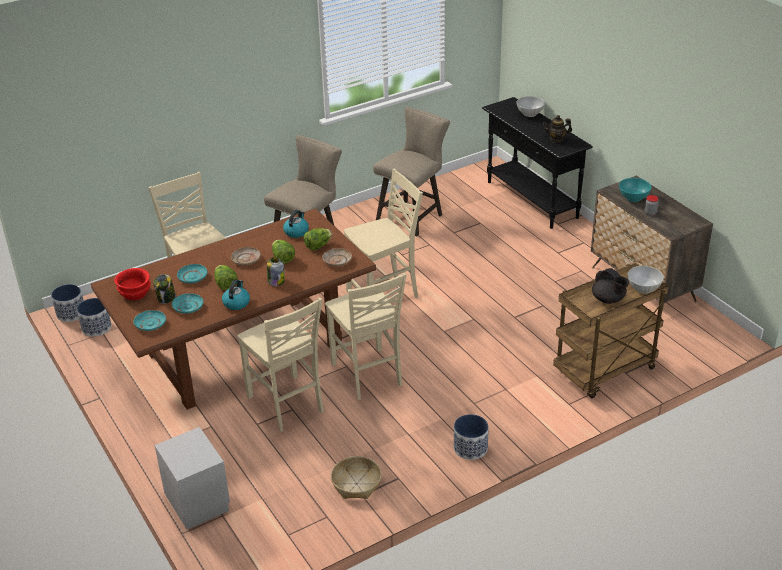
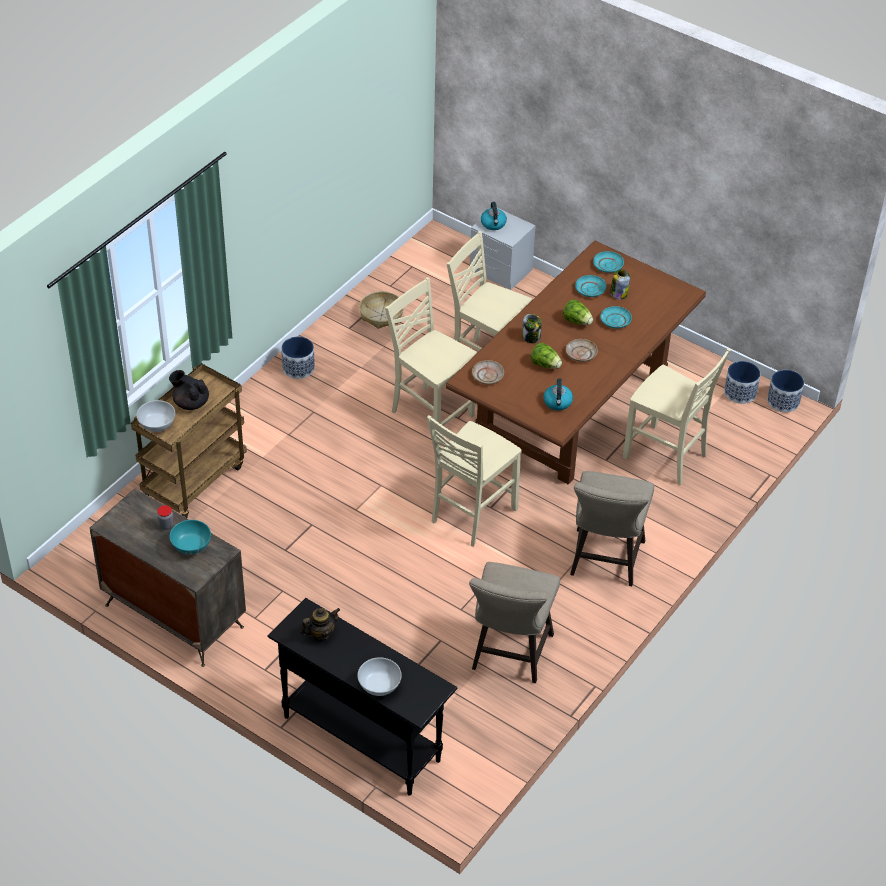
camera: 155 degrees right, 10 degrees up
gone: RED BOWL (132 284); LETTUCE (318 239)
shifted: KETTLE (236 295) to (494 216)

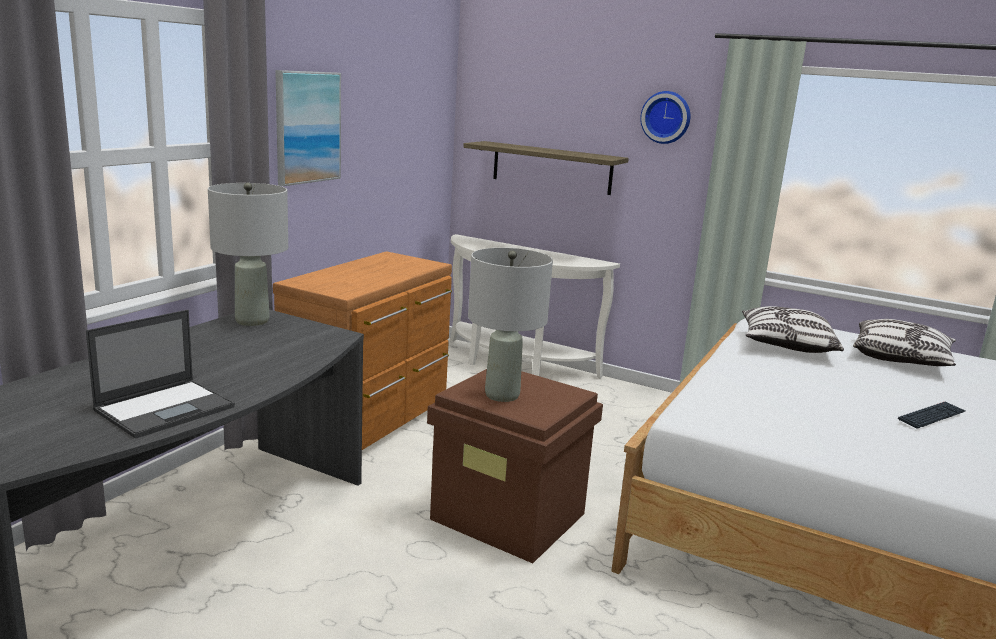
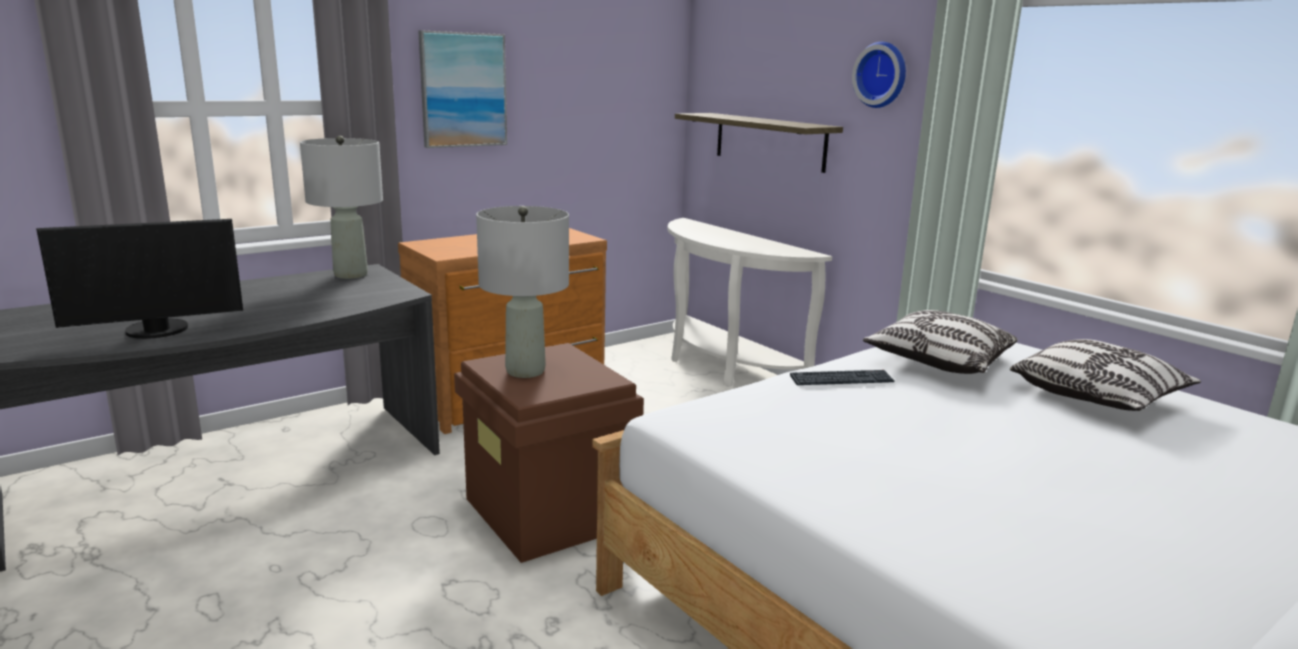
camera: 25 degrees right, 0 degrees up
shifted: COMPUTER KEYBOARD (931 415) to (842 377)
swapped: NOTEBOOK COMPUTER (160 374) to COMPUTER SCREEN (139 279)

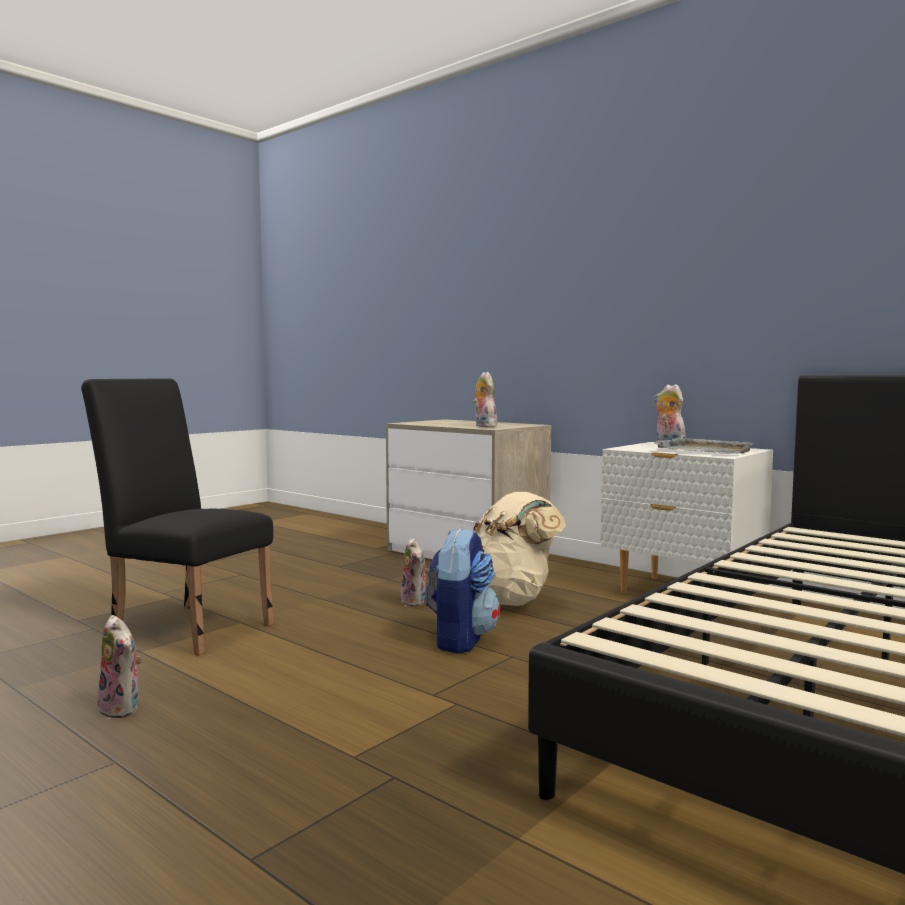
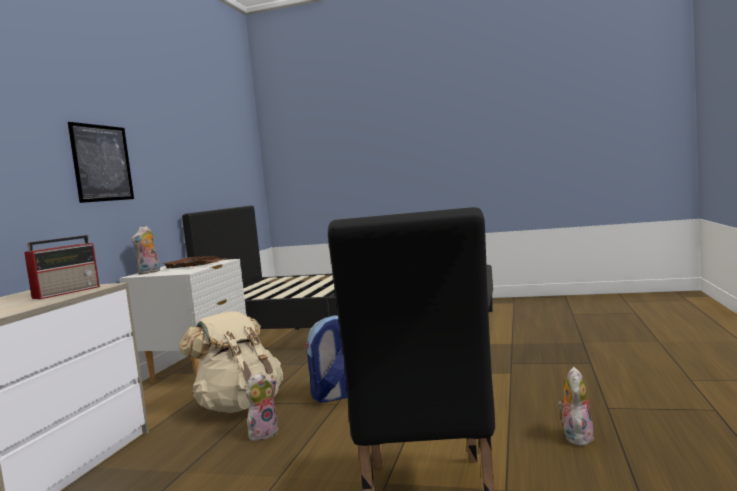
camera: 115 degrees left, 0 degrees up
new: PICTURE (101 162)
swapped: CUDDLY TOY (485 399) to RADIO SET (62 267)
repainted: GRAY SERVING TRAY (704 445) to BROWN-COLOURED SERVING TRAY (195 262)

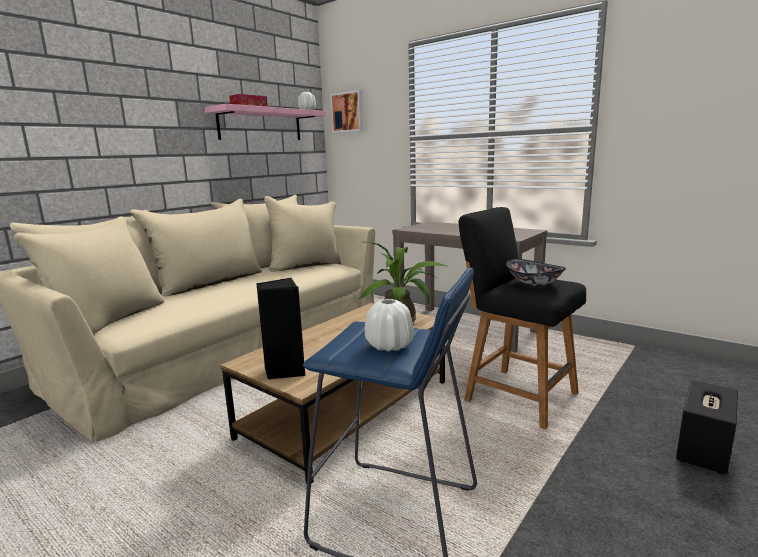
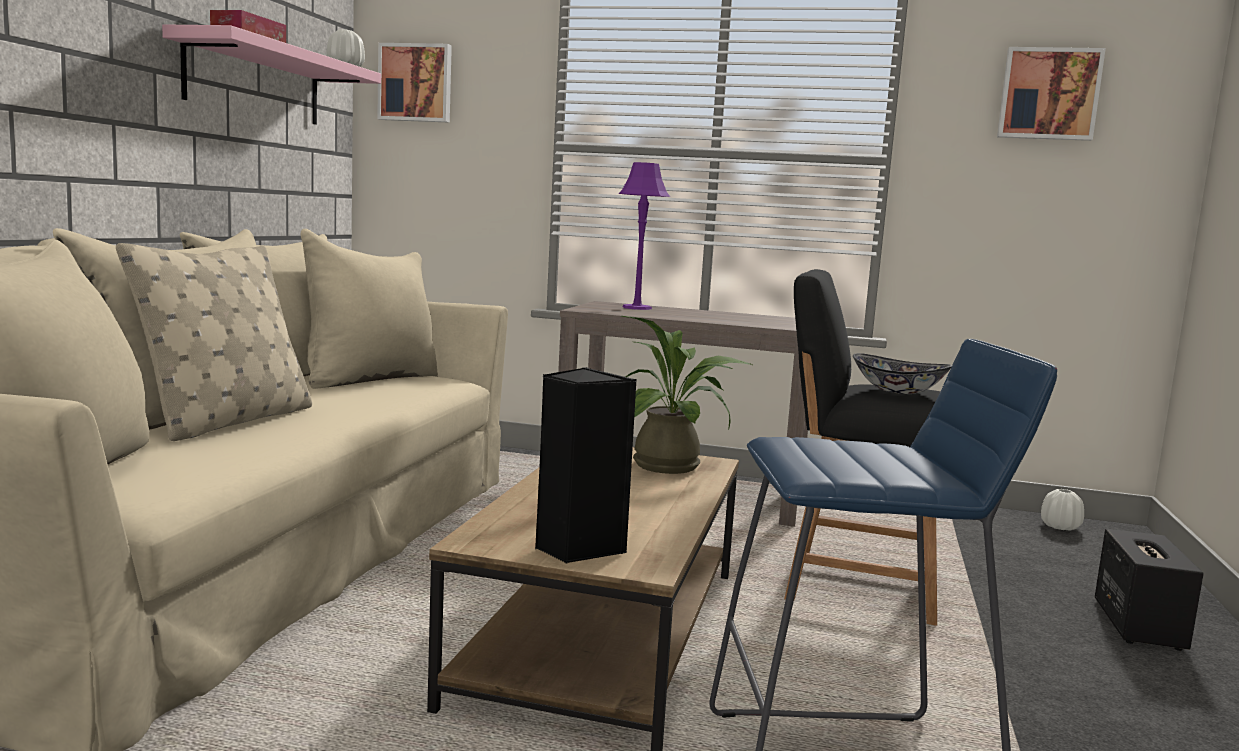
camera: 25 degrees left, 5 degrees down
new: BEIGE-COLOURED PILLOW (214 342); PURPLE-COLOURED TABLETOP LAMP (644 236); PICTURE (1051 94)
shifted: WHITE FLOWER VASE (389 325) to (1062 510)

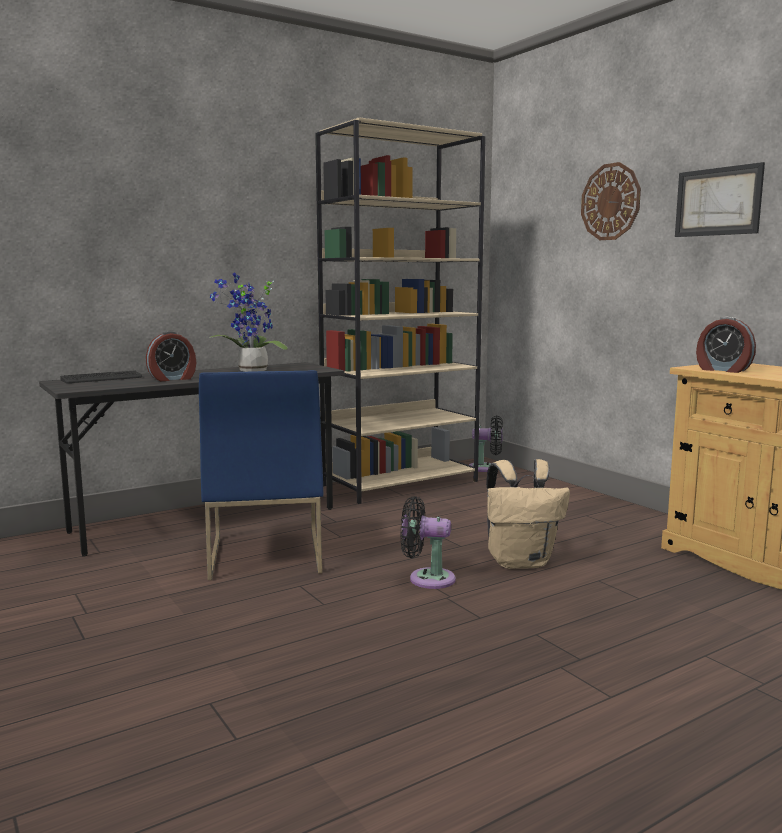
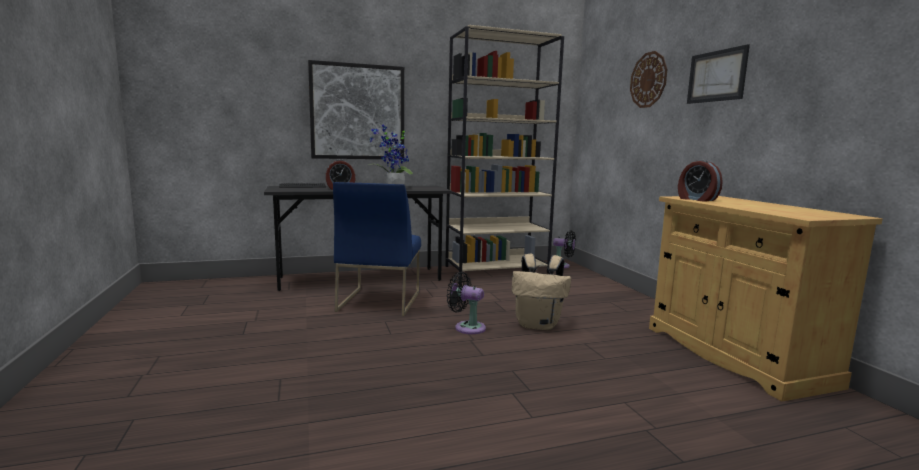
camera: 15 degrees right, 0 degrees up
new: PICTURE (356 110)

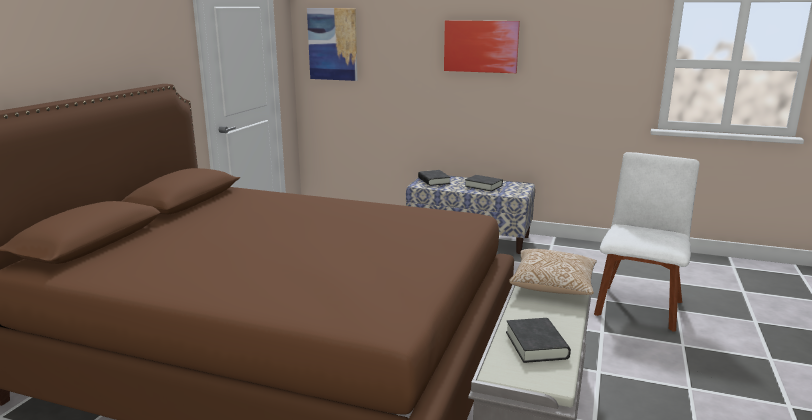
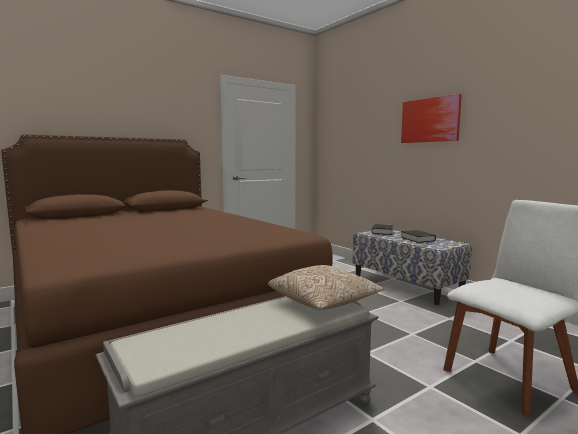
camera: 35 degrees right, 10 degrees down
gone: PICTURE (332 44); BLACK BOUND BOOK (538 340)

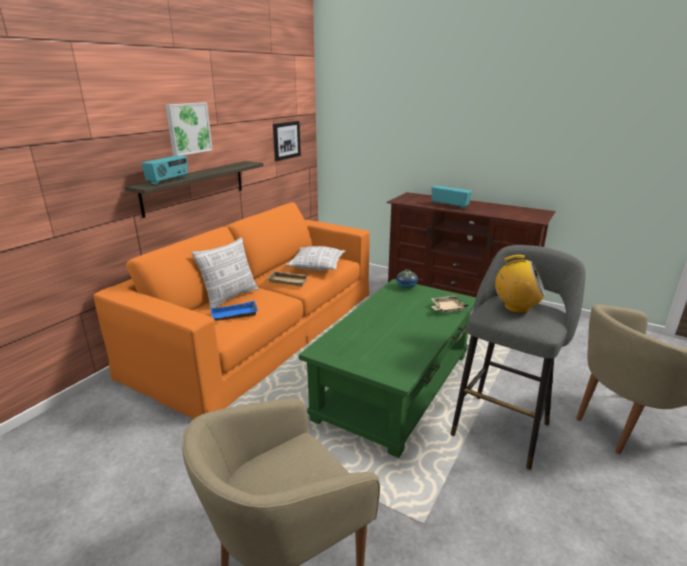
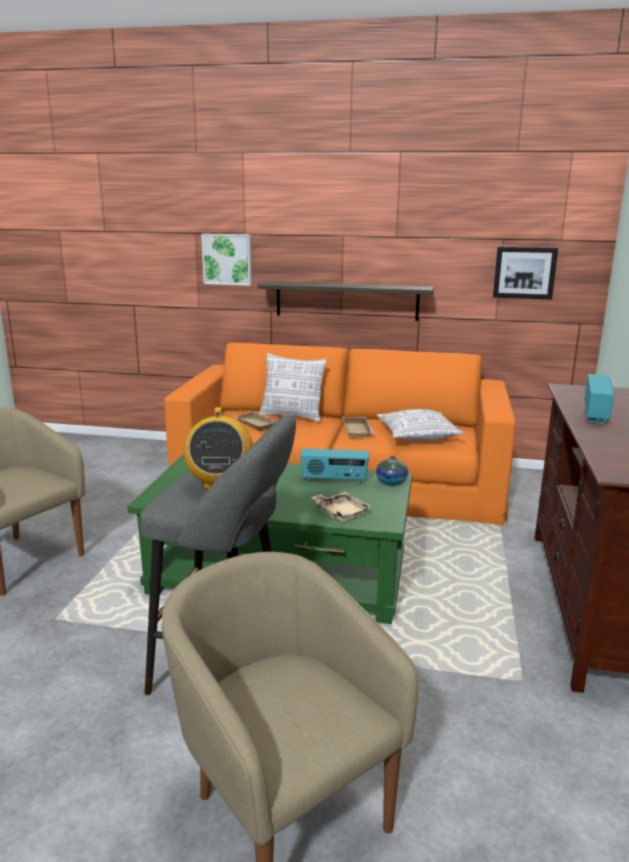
camera: 70 degrees right, 5 degrees down
shifted: RADIO SET (164 170) to (334 466); PICTURE (189 129) to (226 259)
repainted: BLUE SERVING TRAY (234 311) to BEIGE-COLOURED SERVING TRAY (255 421)

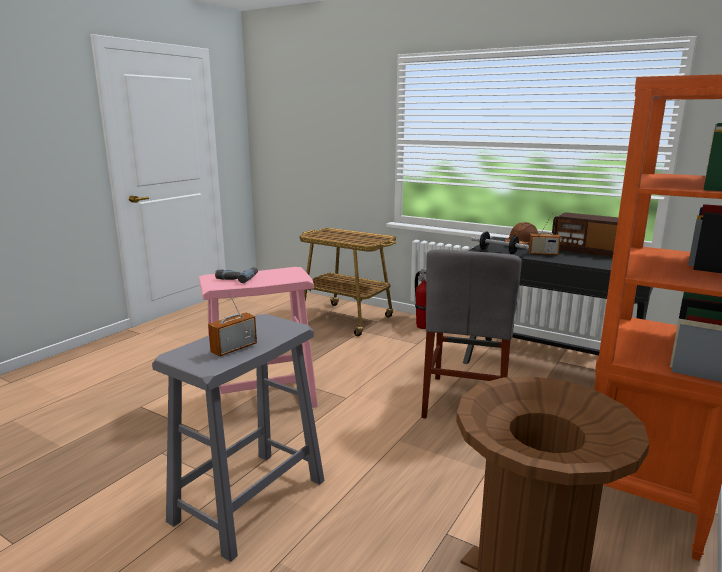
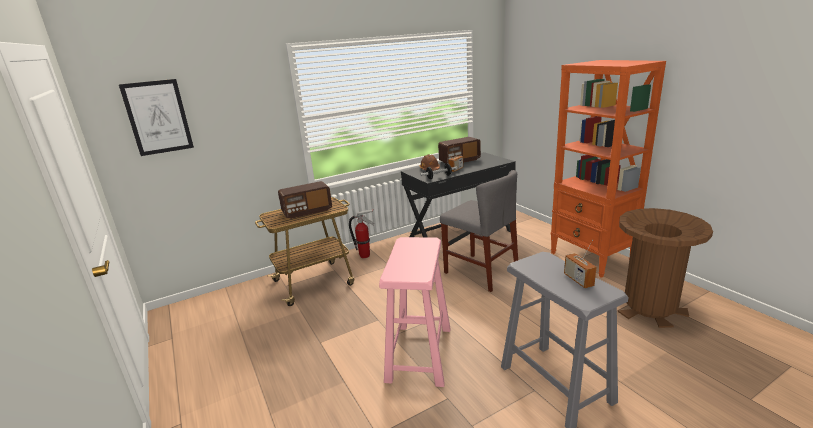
camera: 60 degrees left, 5 degrees up
gone: POWER DRILL (236 275)
new: PICTURE (156 117); RADIO SET (305 200)

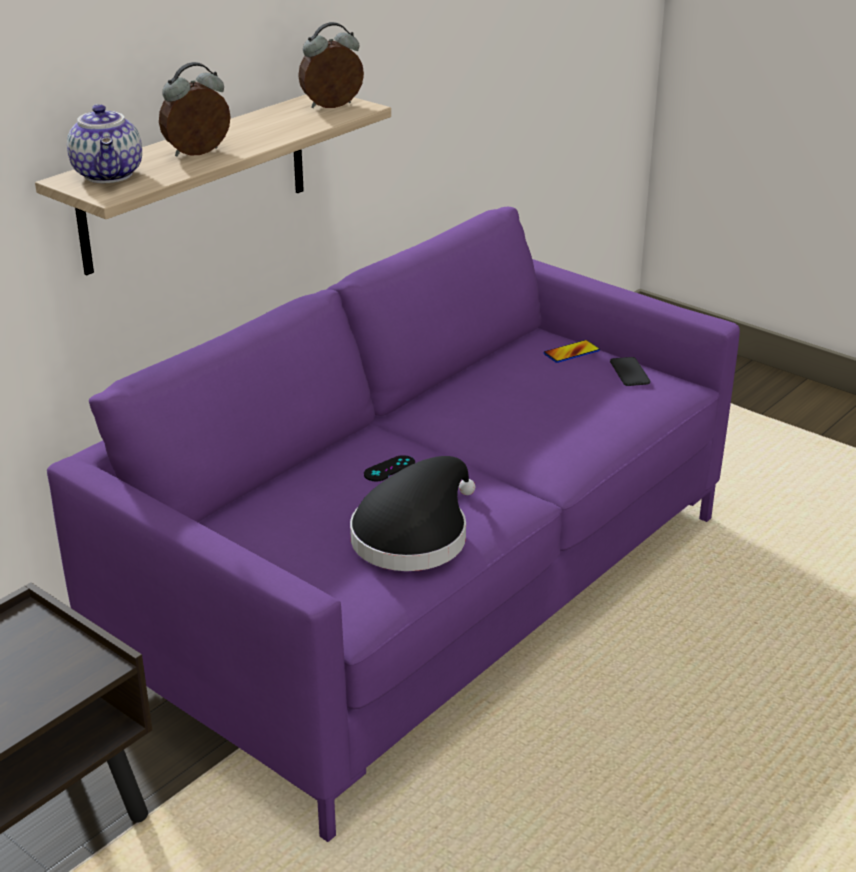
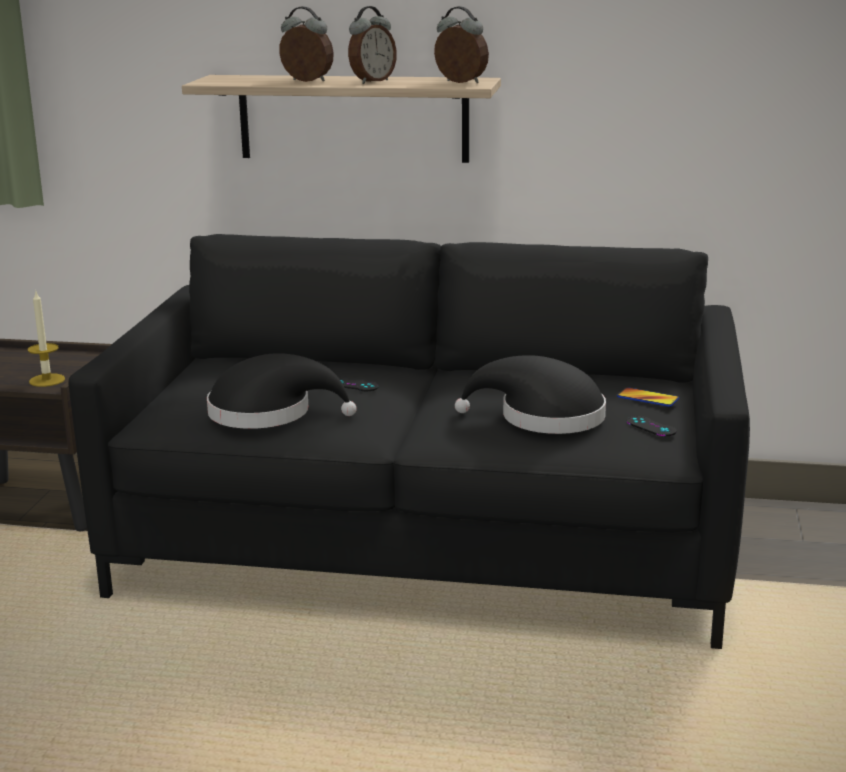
camera: 60 degrees right, 10 degrees down
gone: TEAPOT (104 143)
new: WAX CANDLE (46 339); TABLE CLOCK (372 45); BLACK CLOTHING HAT (530 394)
swapped: HANDSET (630 371) to BLACK GAME CONTROLLER (652 426)
repainted: PURPLE-COLOURED SOFA (393 524) to BLACK SOFA (409 441)

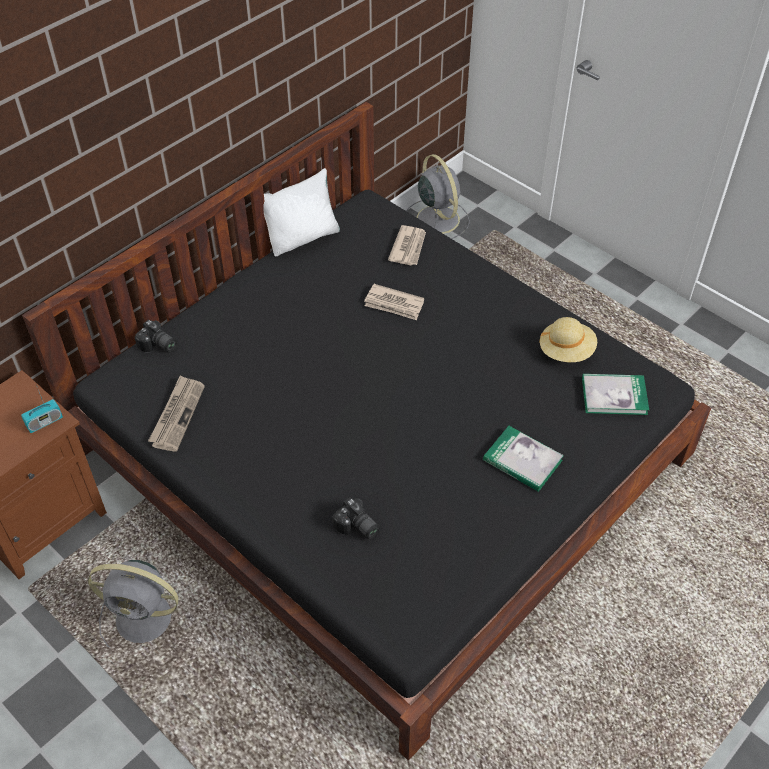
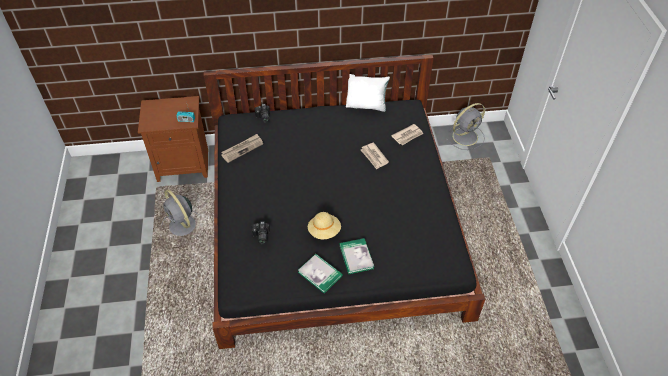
camera: 40 degrees right, 0 degrees up
shifted: BEIGE-COLOURED CLOTHING HAT (568 339) to (324 226); BOUND BOOK (615 394) to (320 273)
rotated: GRAY FAN (438 196) = (465 126) 45 degrees clockwise

